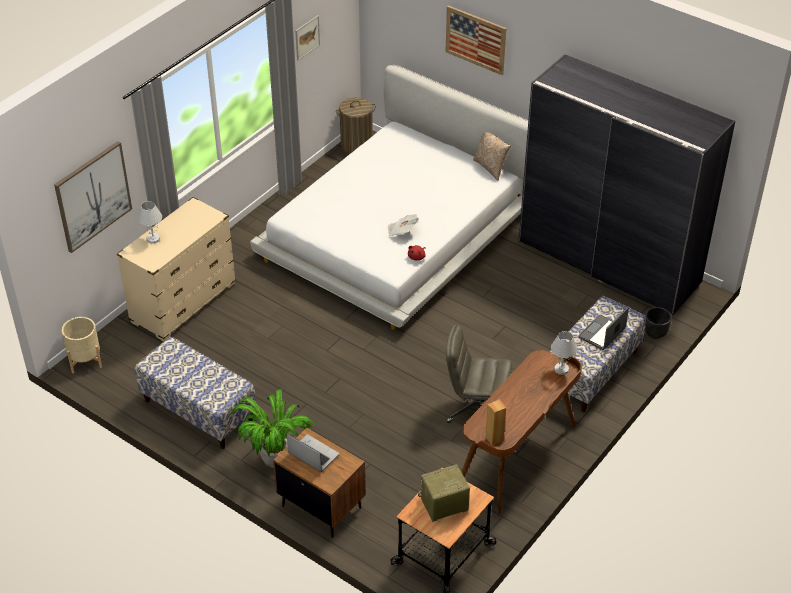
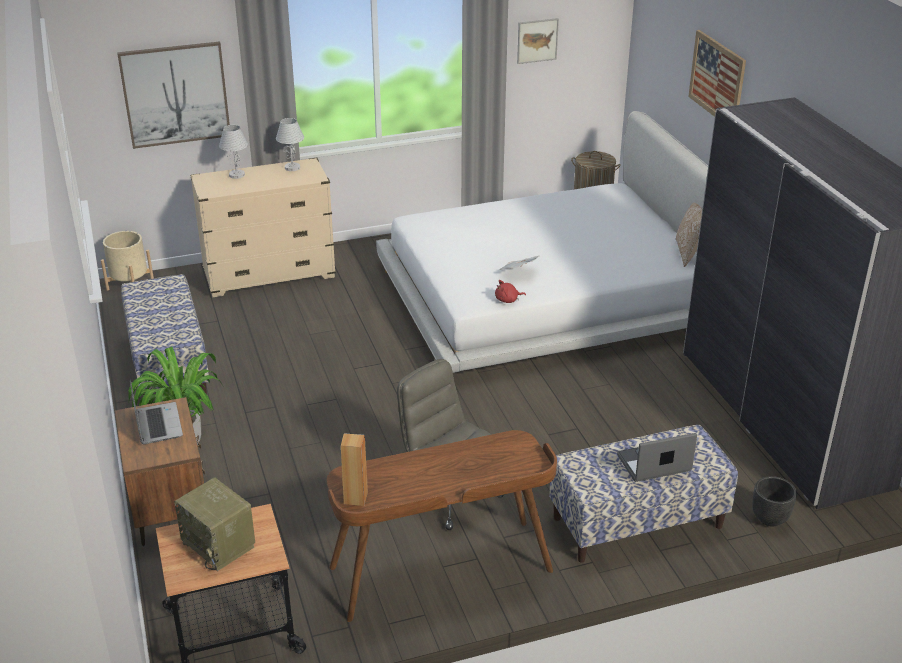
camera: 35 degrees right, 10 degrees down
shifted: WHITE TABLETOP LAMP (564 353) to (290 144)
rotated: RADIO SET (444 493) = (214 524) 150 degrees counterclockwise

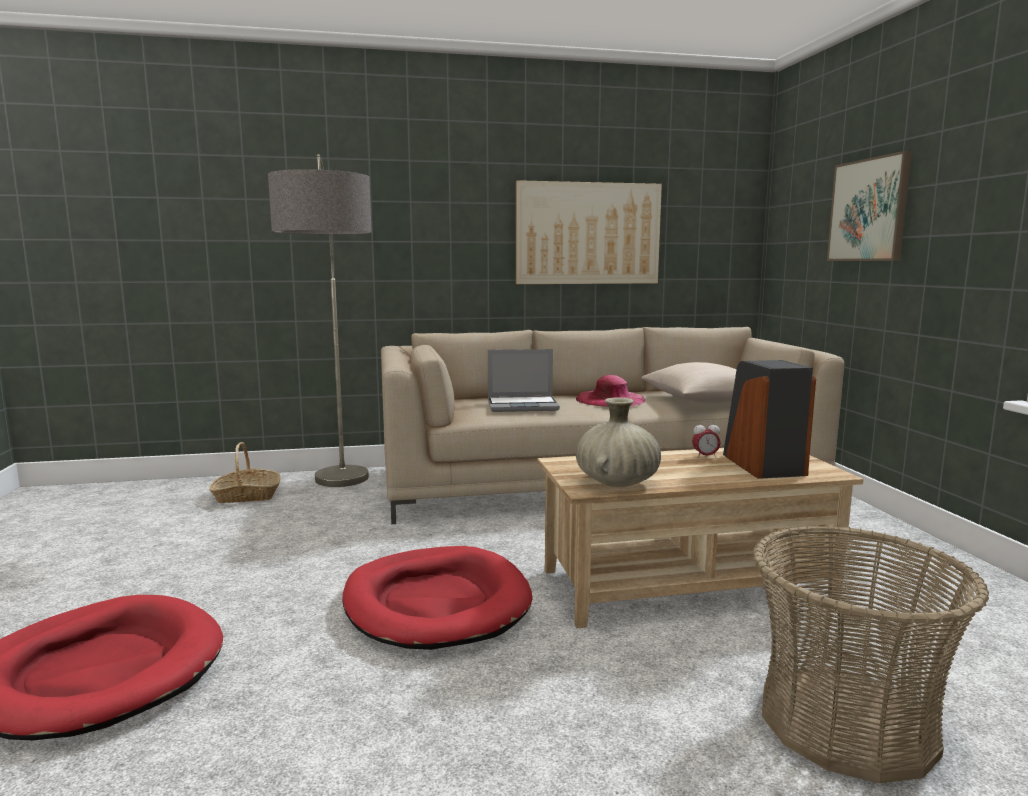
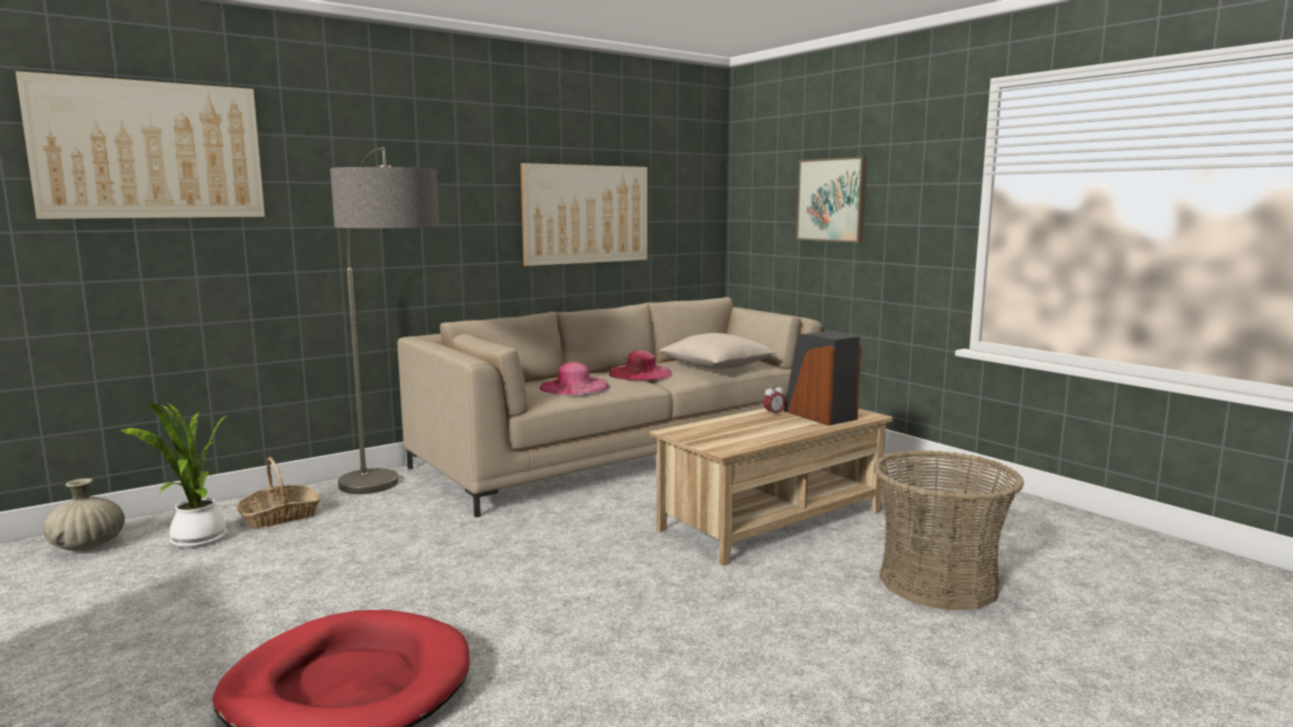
camera: 25 degrees left, 0 degrees up
gone: RED DOG BED (437 598)
new: PICTURE (140 145); HOUSEPLANT (173 475)
shifted: BEIGE-COLOURED FLOWER VASE (618 442) to (84 514)
swapped: NOTEBOOK COMPUTER (524 380) to PINK CLOTHING HAT (574 378)

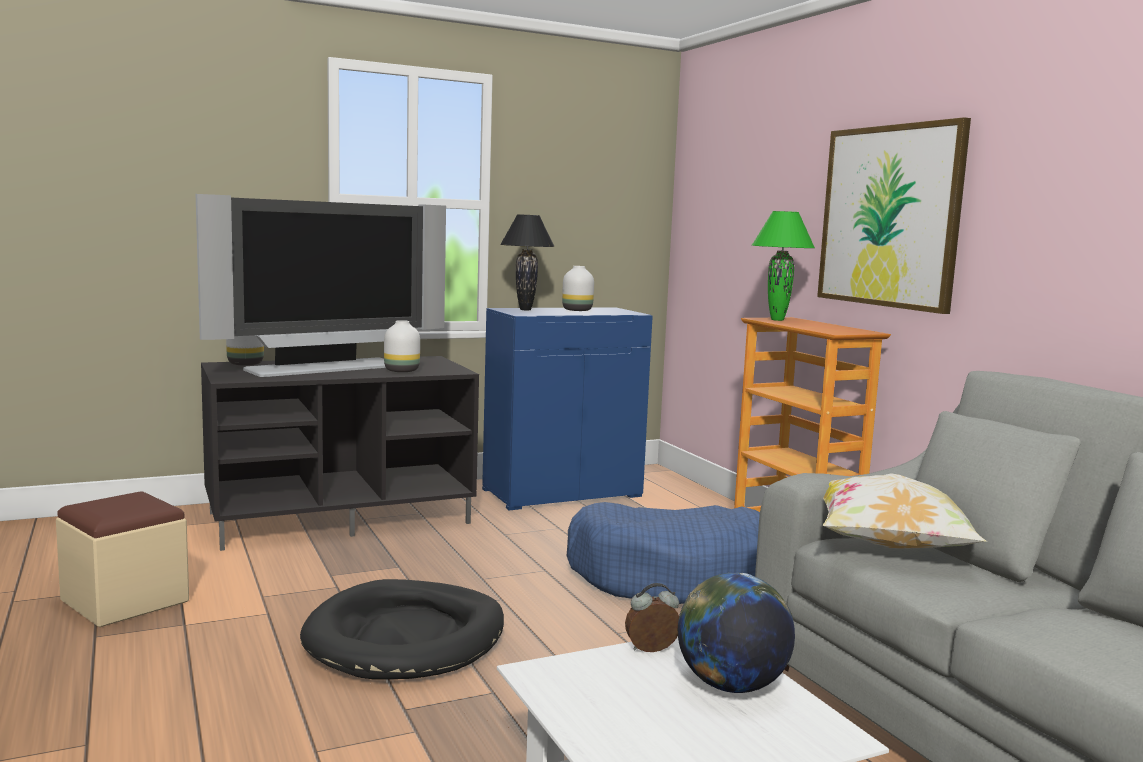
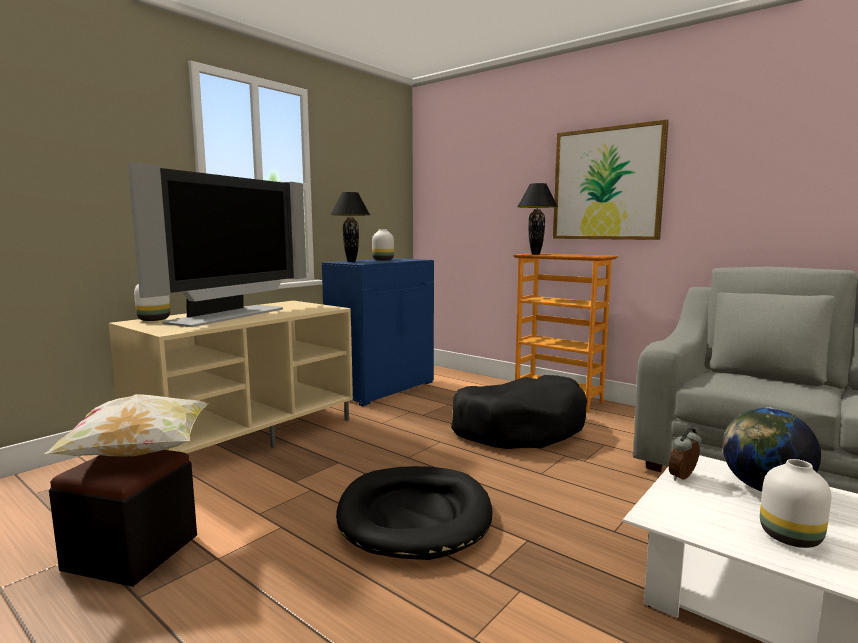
camera: 25 degrees left, 0 degrees up
shifted: WHITE FLOWER VASE (402 346) to (795 503); PILLOW (905 511) to (126 425)
repainted: BEIGE-COLOURED FOOTREST (122 559) to BLACK FOOTREST (123 518); BLACK MEDIA CONSOLE (340 453) to BEIGE-COLOURED MEDIA CONSOLE (230 377); BLUE DOG BED (663 553) to BLACK DOG BED (519 412); GREENISH TABLETOP LAMP (783 266) to BLACK TABLETOP LAMP (537 218)

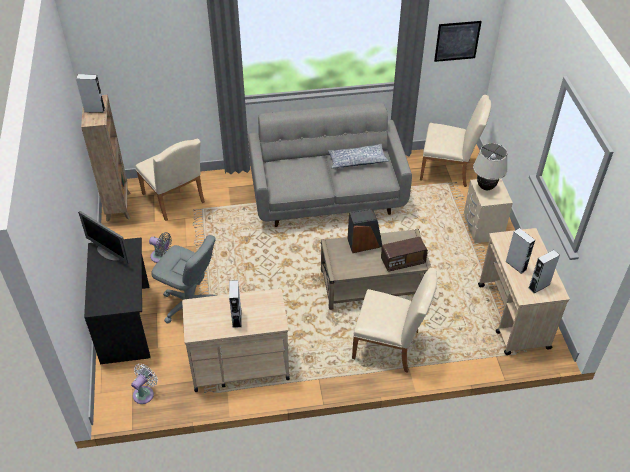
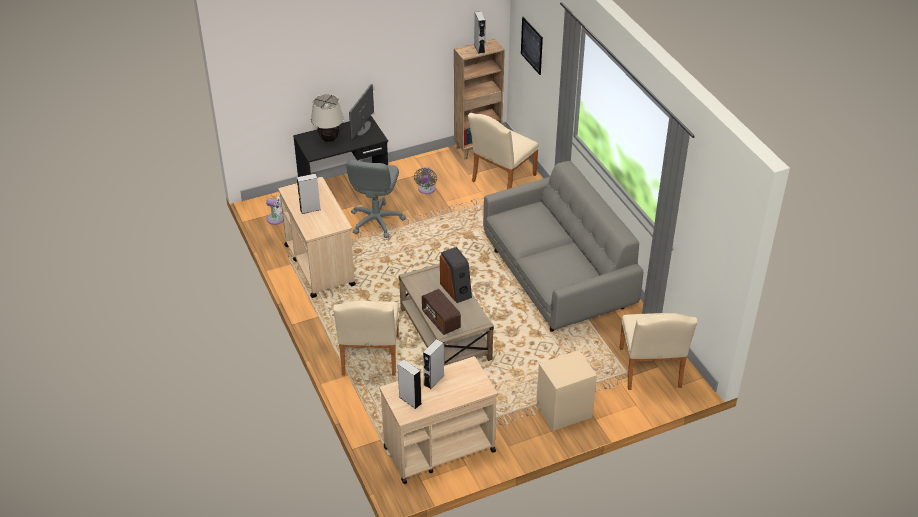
camera: 75 degrees right, 5 degrees down
gone: PILLOW (358 156)
shifted: PICTURE (458 41) to (532 46); BEIGE-COLOURED TABLETOP LAMP (490 166) to (327 118)

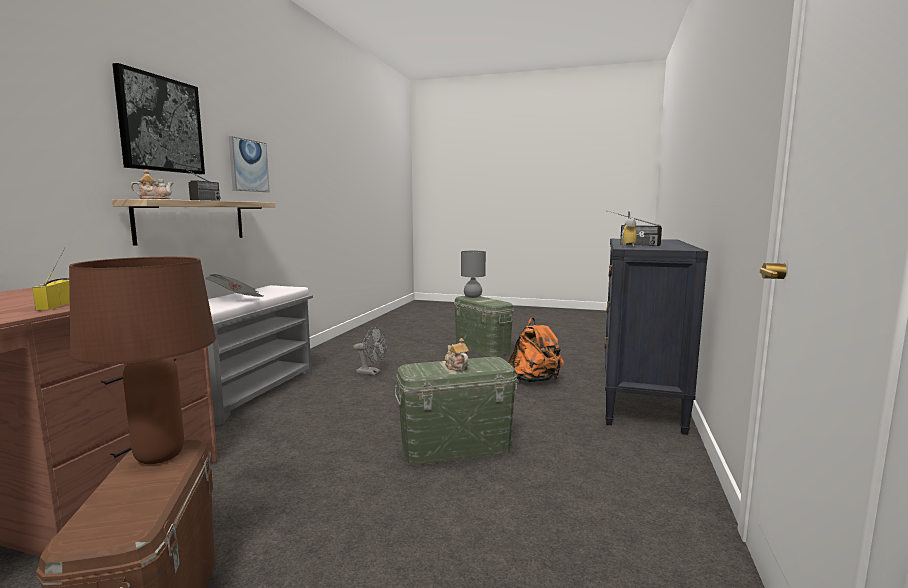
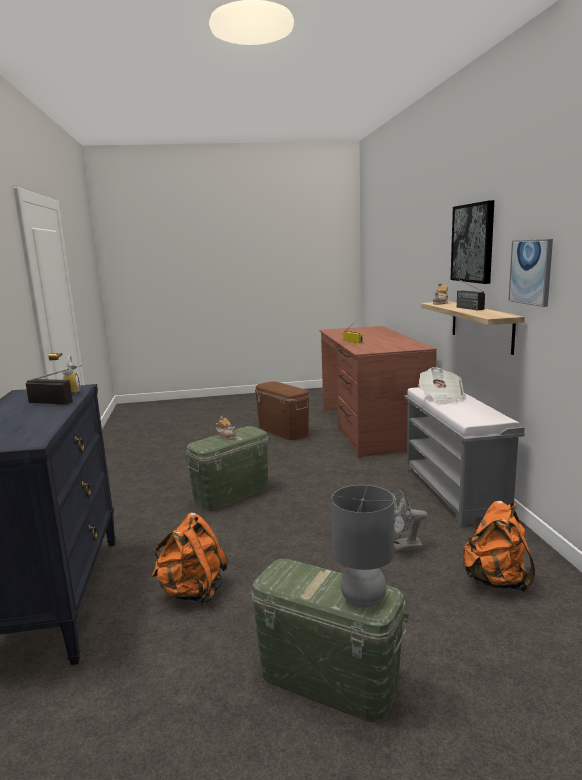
camera: 155 degrees right, 5 degrees up
gone: BROWN-COLOURED TABLETOP LAMP (142 360)
new: ORANGE-COLOURED KNAPSACK (498 547)

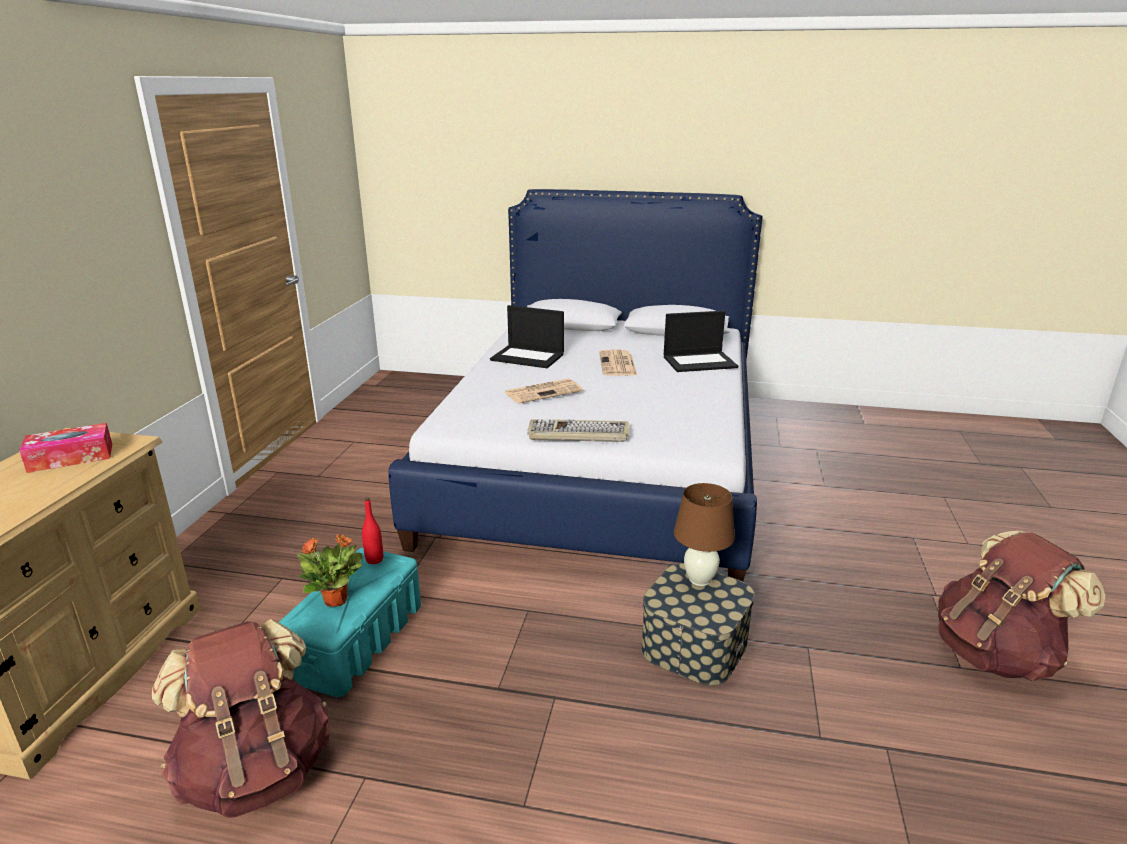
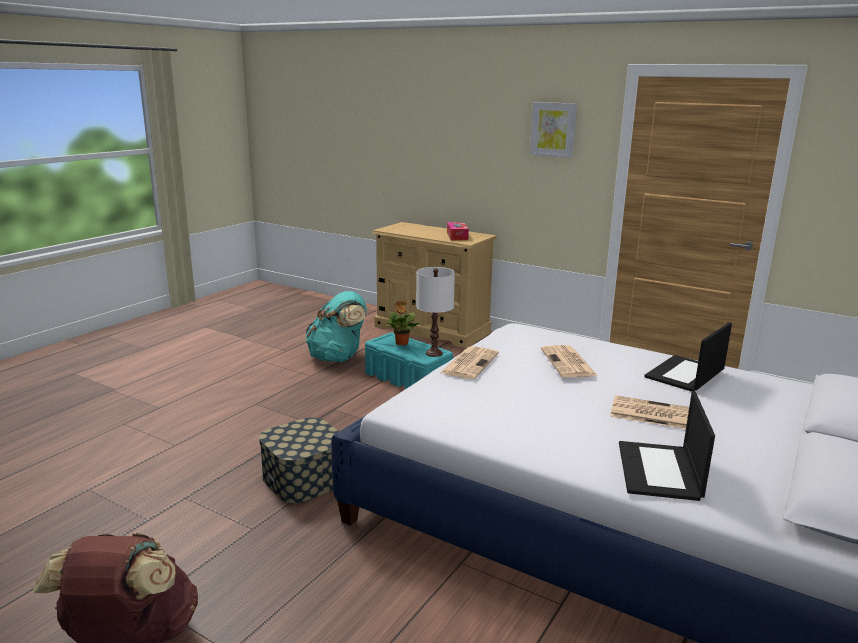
camera: 110 degrees right, 5 degrees down
gone: BROWN-COLOURED TABLETOP LAMP (704 534)
new: PICTURE (553 130)
swapped: RED DRINK BOTTLE (372 530) to WHITE TABLETOP LAMP (435 312); COMPUTER KEYBOARD (578 430) to NEWSPAPER (469 362)
repainted: BROWN-COLOURED KNAPSACK (241 718) to TURQUOISE-COLOURED KNAPSACK (336 326)

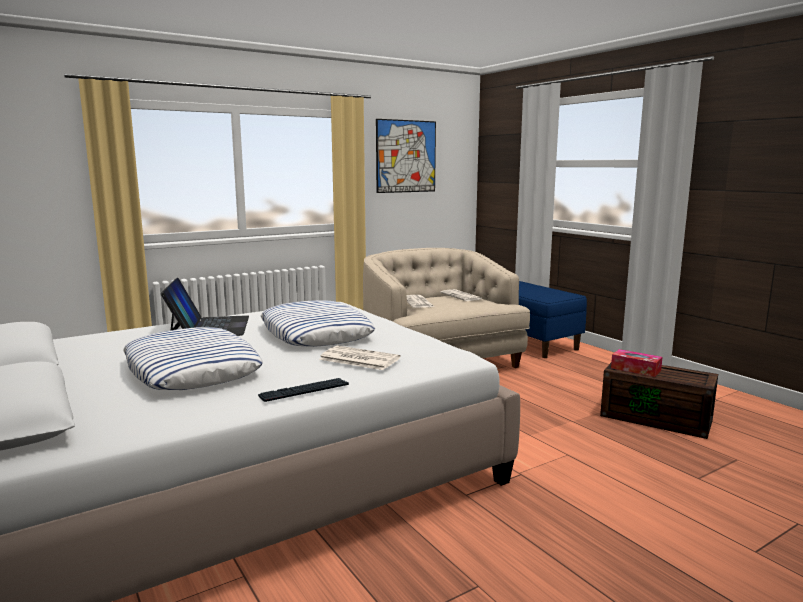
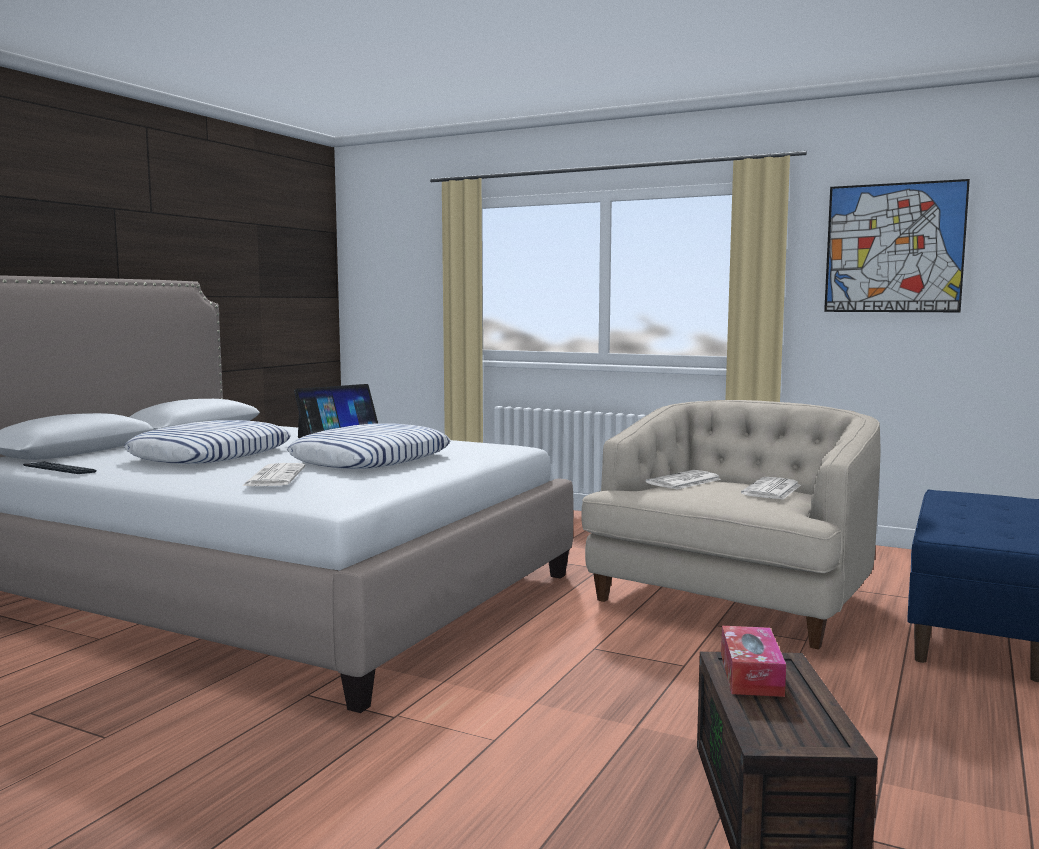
camera: 60 degrees right, 5 degrees down
shifted: COMPUTER KEYBOARD (303 390) to (60 468)

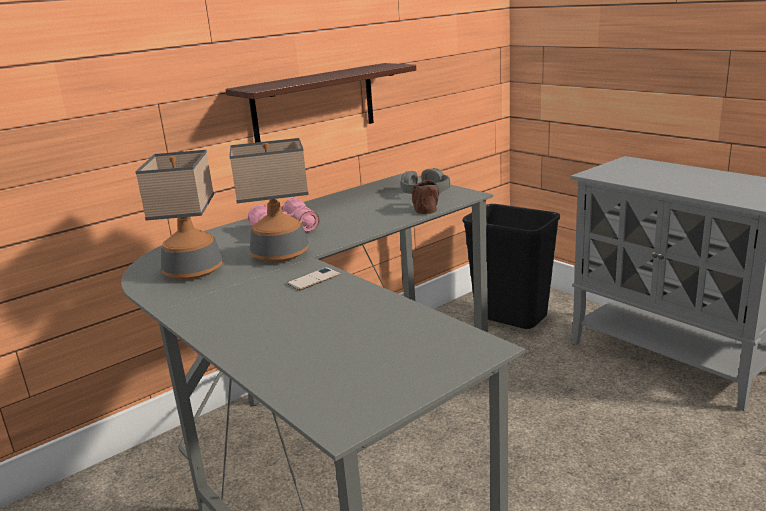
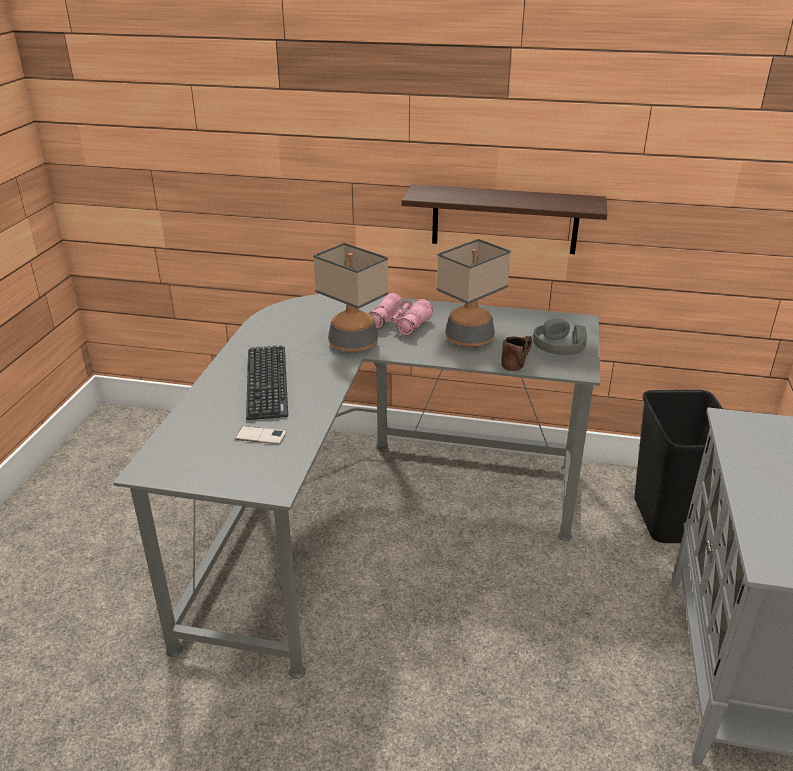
camera: 50 degrees right, 10 degrees up
new: COMPUTER KEYBOARD (267 382)
shifted: TABLETOP LAMP (179 215) to (473 293); HANDSET (314 278) to (261 435)

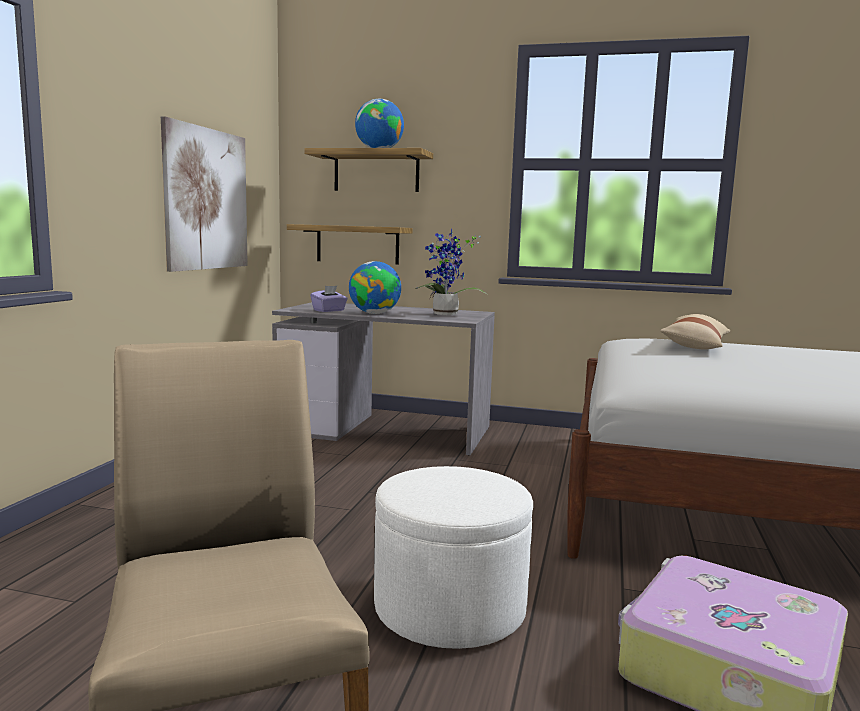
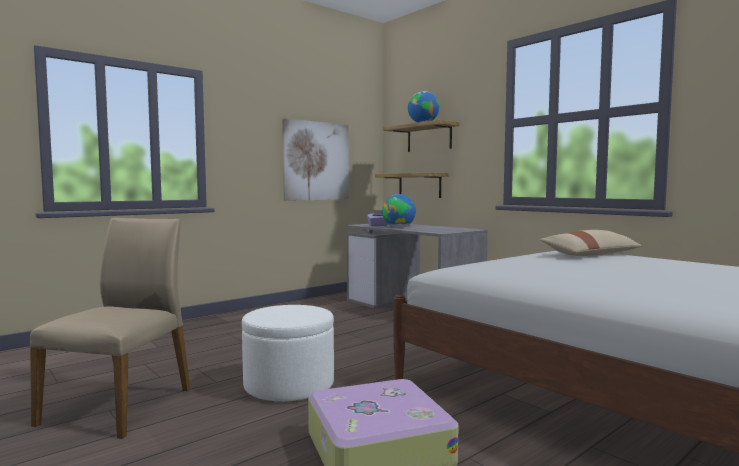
camera: 35 degrees right, 5 degrees down
gone: HOUSEPLANT (452 272)

